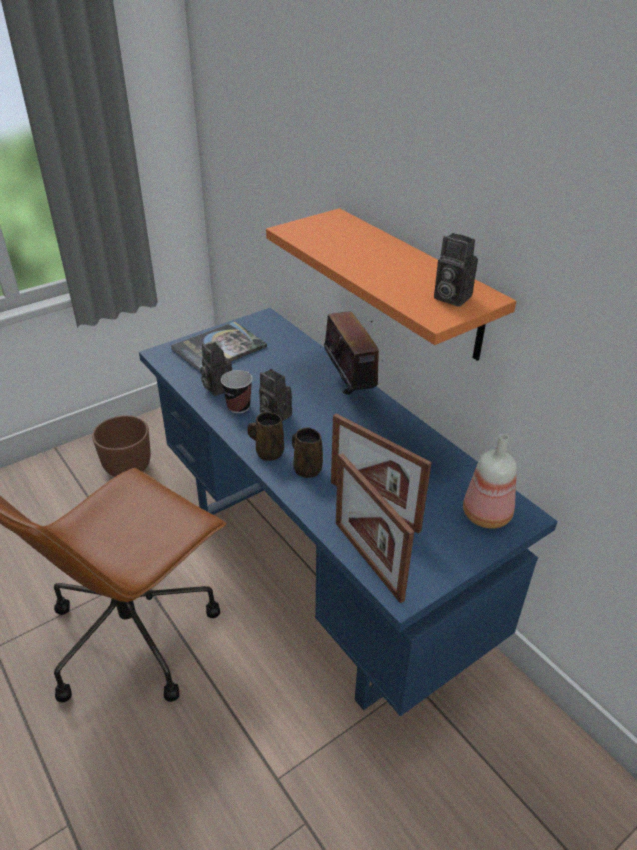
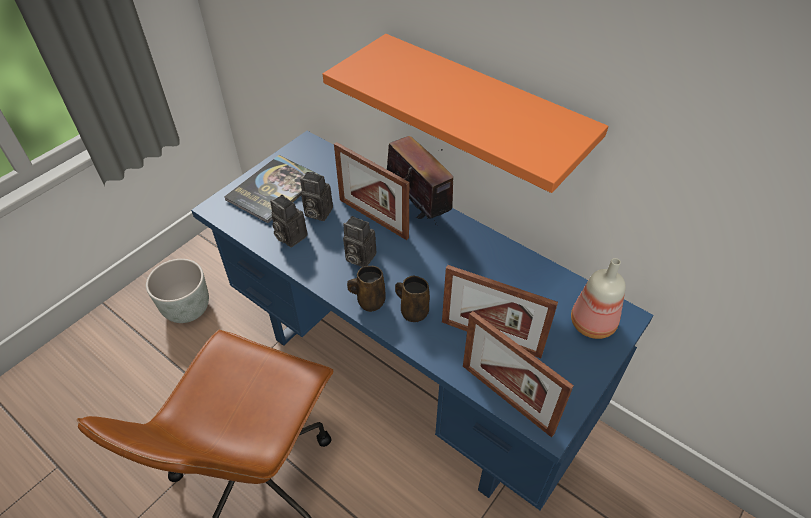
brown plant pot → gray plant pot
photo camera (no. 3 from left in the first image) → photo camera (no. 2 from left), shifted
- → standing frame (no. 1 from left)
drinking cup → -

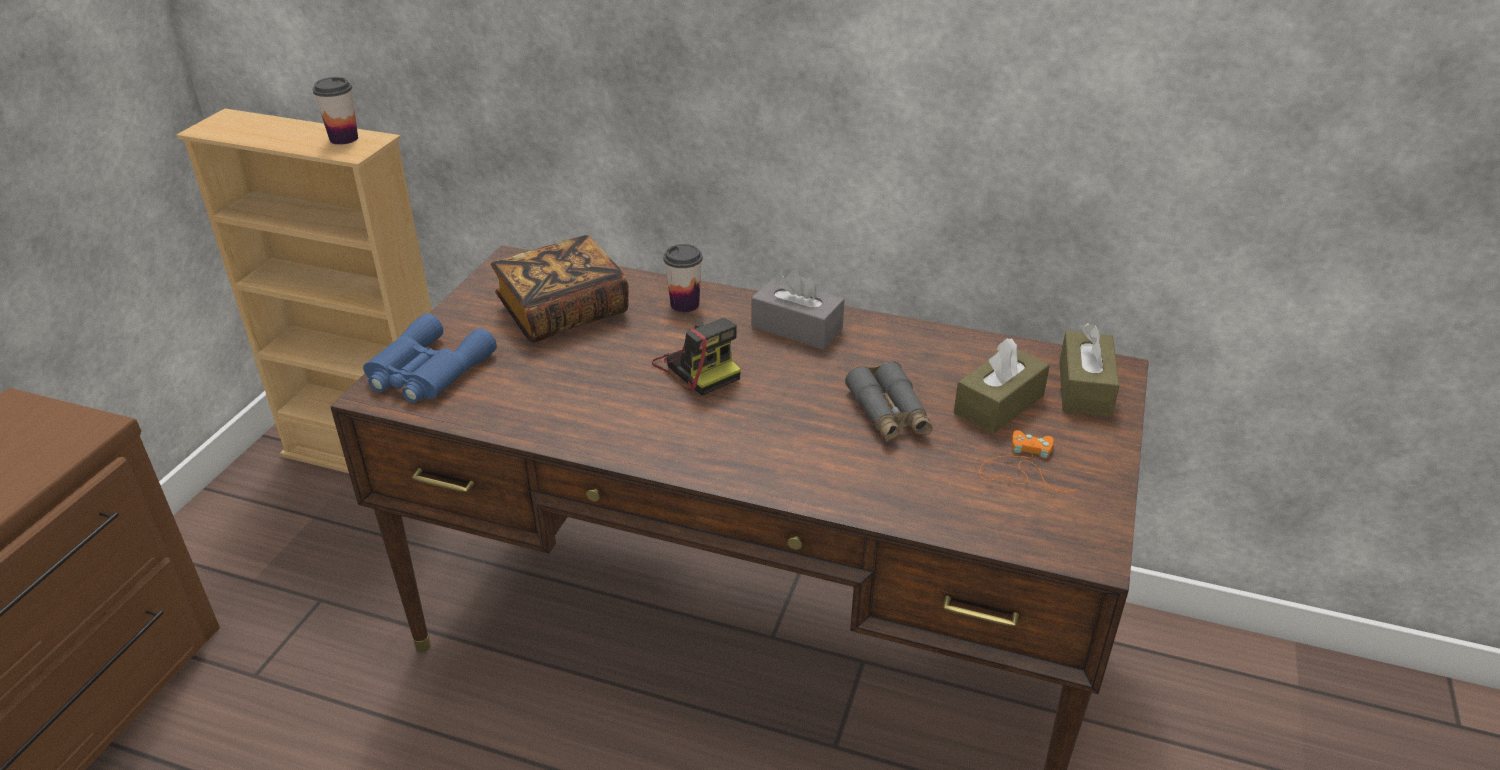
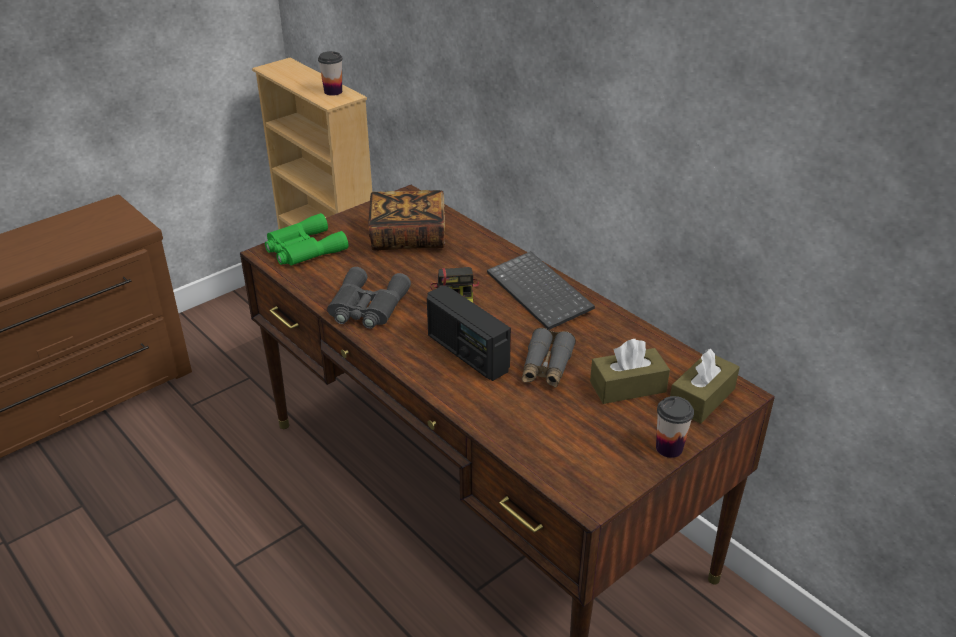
blue pair of binoculars → greenish pair of binoculars
- → gray pair of binoculars (no. 1 from left)
- → radio set
gray tissue box → keyboard
drinking cup (no. 2 from left), shifted
orangey game controller → -

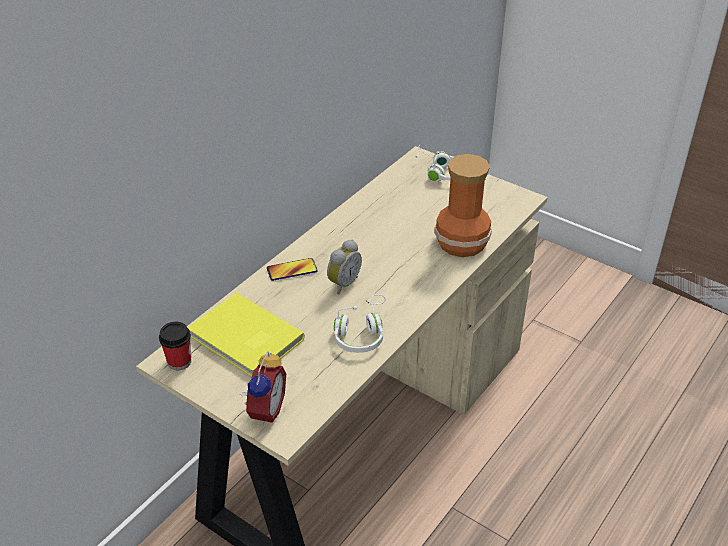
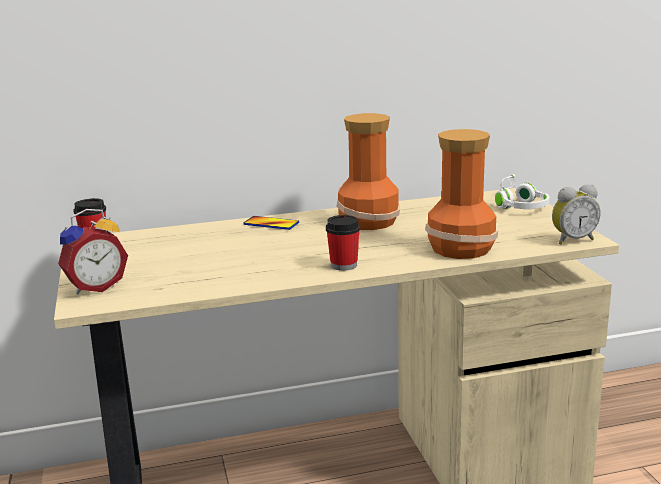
- → drinking cup (no. 2 from left)
- → decorative vase (no. 1 from left)
table clock (no. 2 from left), shifted
yellow-coloured volume → -
whitish headset (no. 1 from left) → -

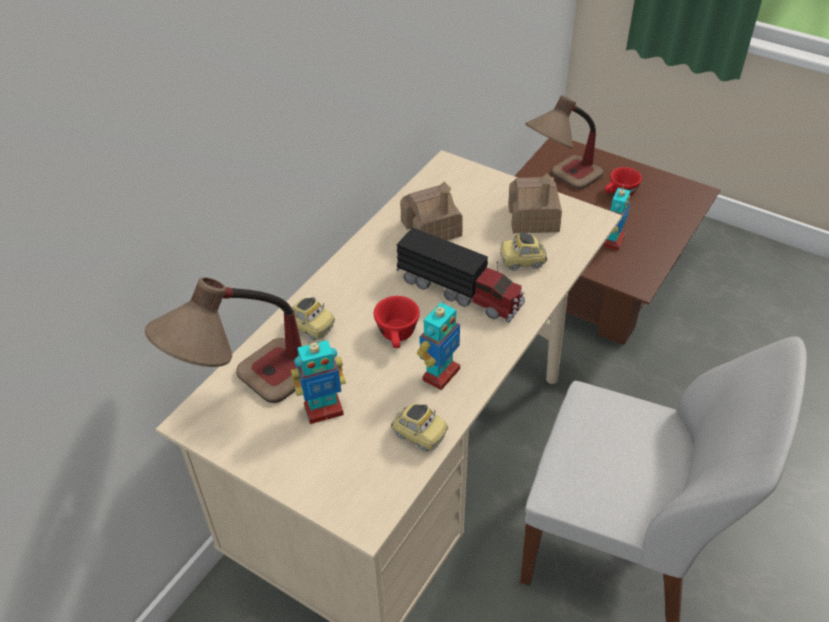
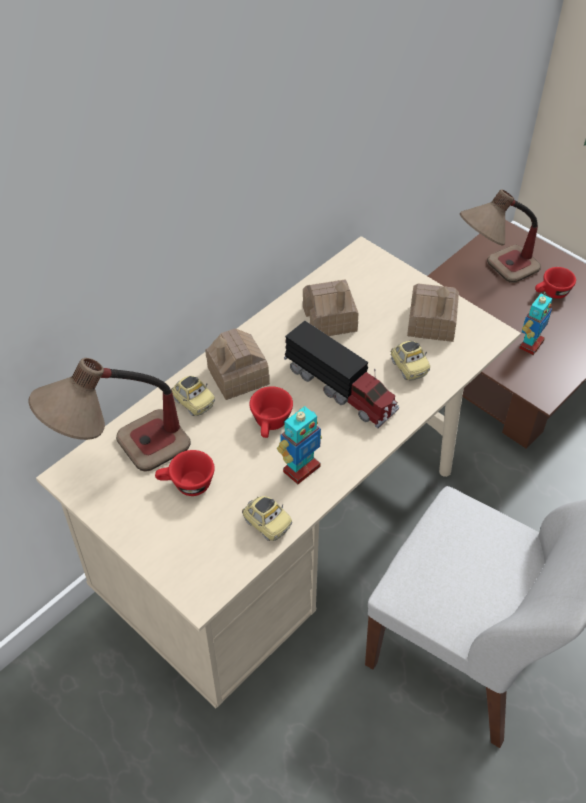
model robot (no. 1 from left) → red drinking cup (no. 1 from left)
- → miniature house (no. 1 from left)
toy car (no. 3 from left), 120 degrees counterclockwise

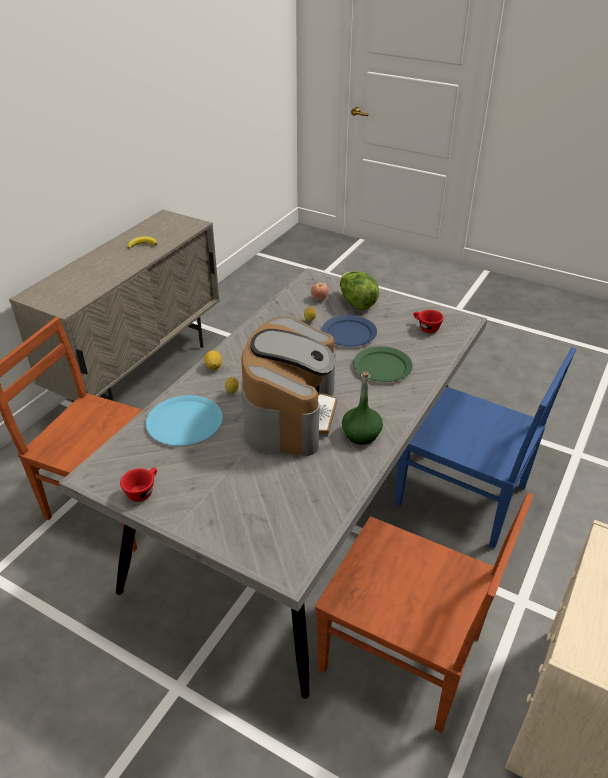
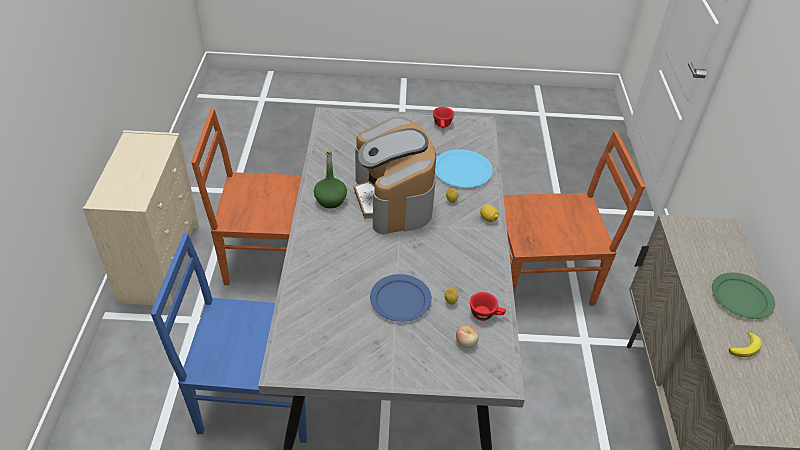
red drinking cup (no. 2 from left), shifted
greenish plate, shifted
lettuce → -

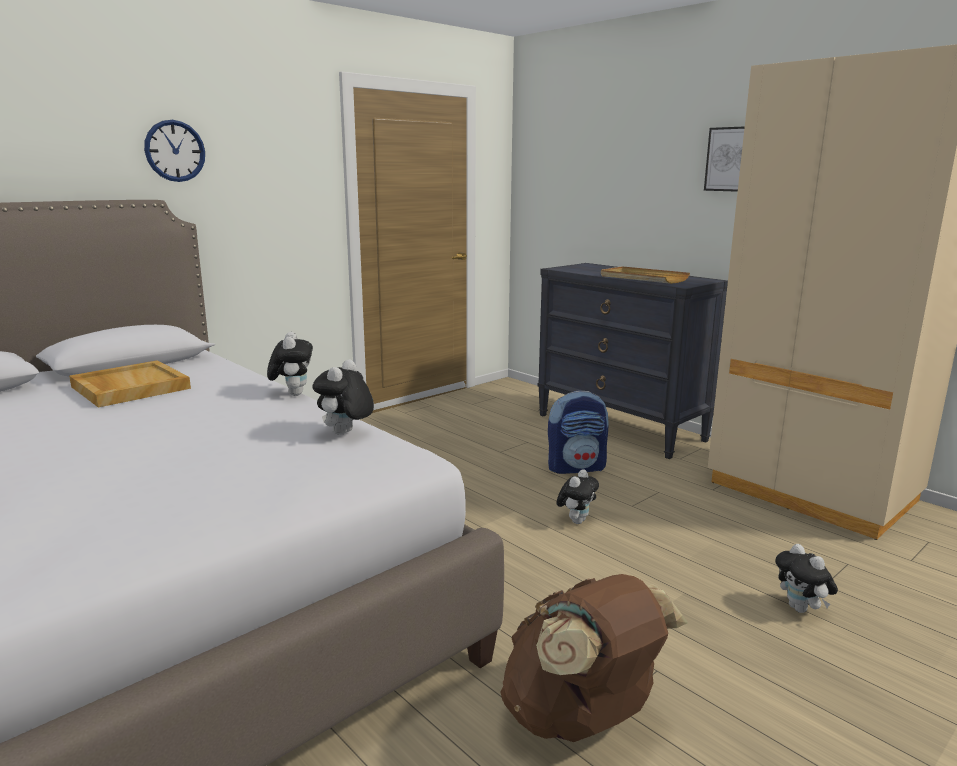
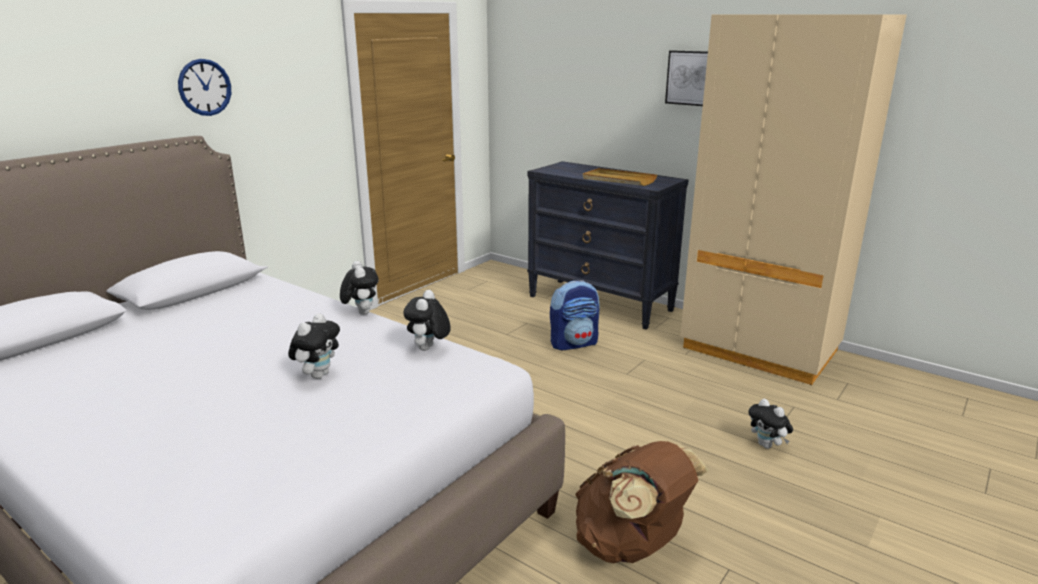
cuddly toy (no. 3 from left in the first image) → cuddly toy (no. 1 from left), shifted
sand-coloured serving tray (no. 1 from left) → -

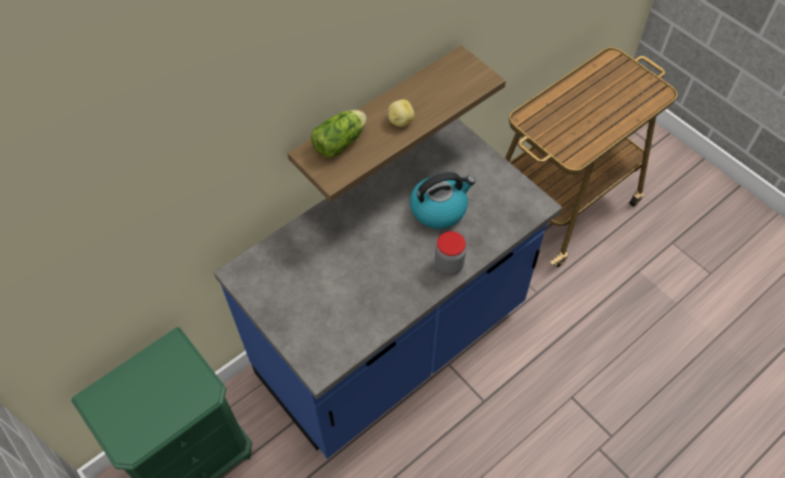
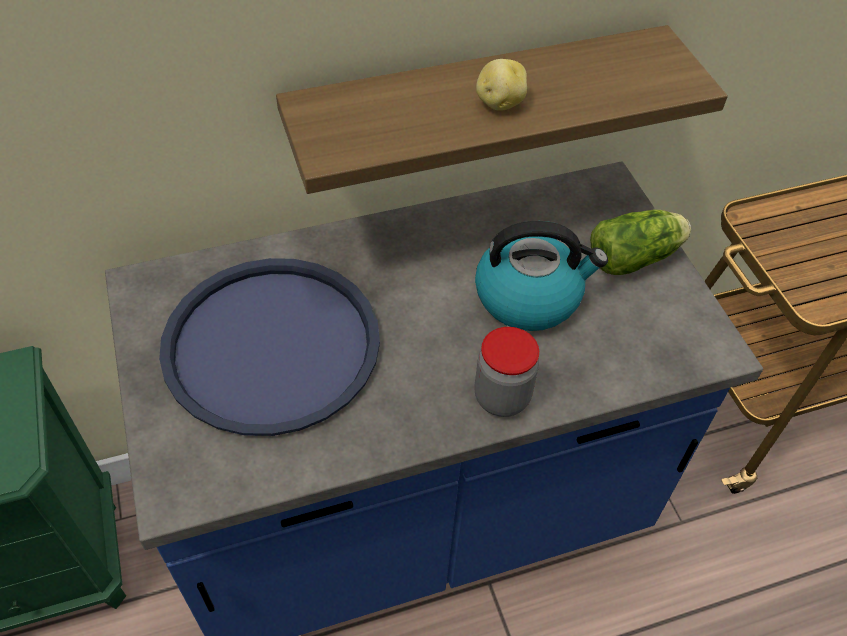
- → blue serving tray
lettuce, shifted

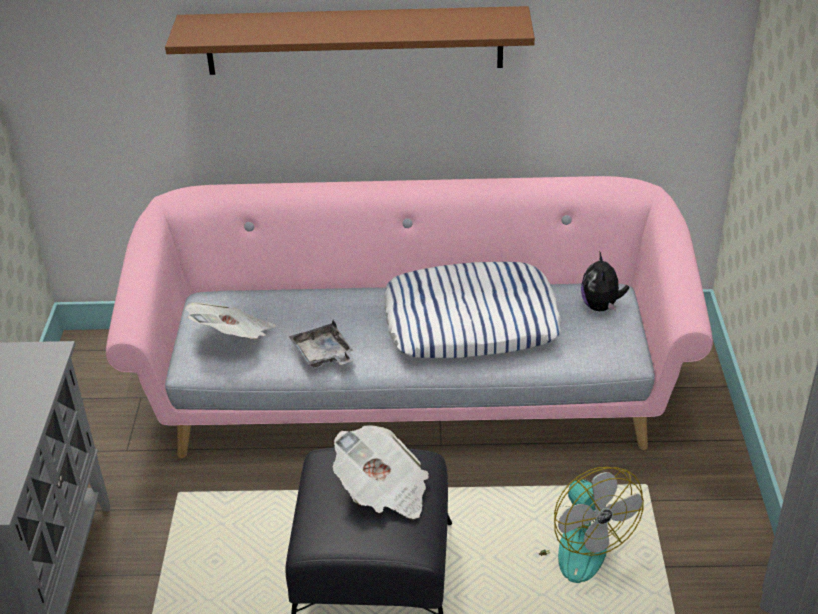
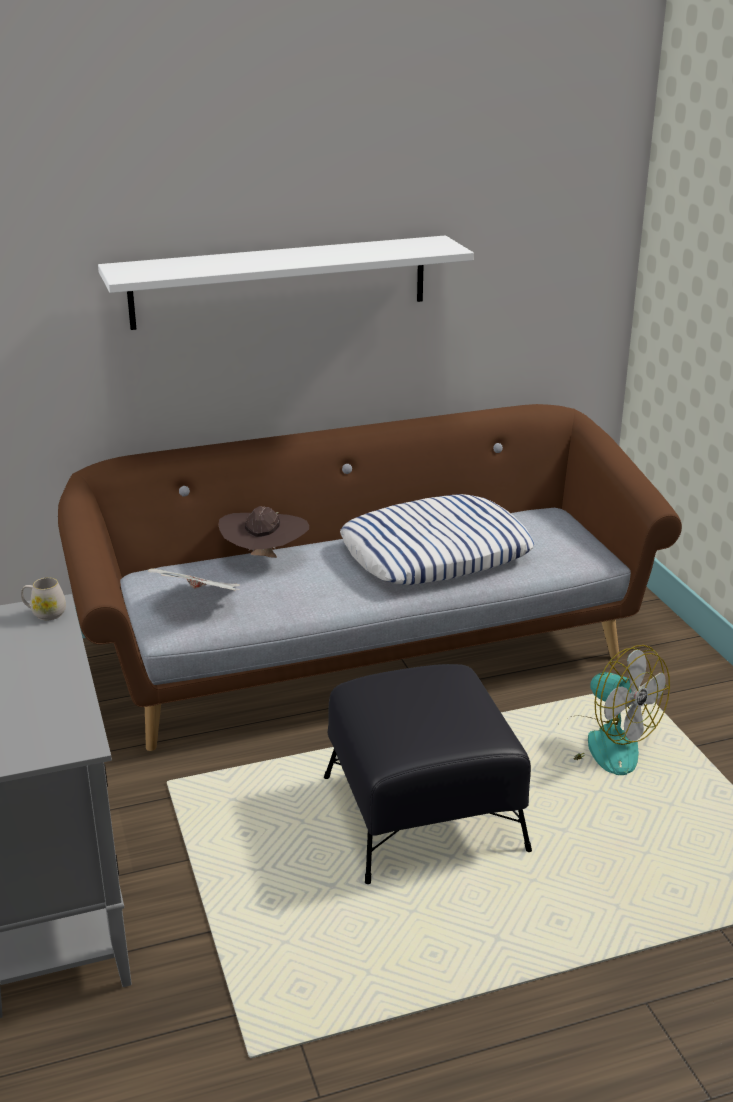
- → whitish coffee mug
pink sofa → brown sofa
brown shelf → whitish shelf
- → brown clothing hat
gray serving tray → -
newspaper (no. 2 from left) → -
cuddly toy → -

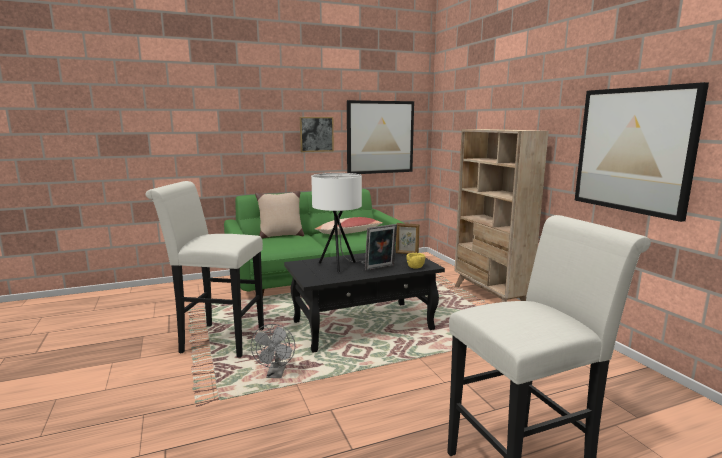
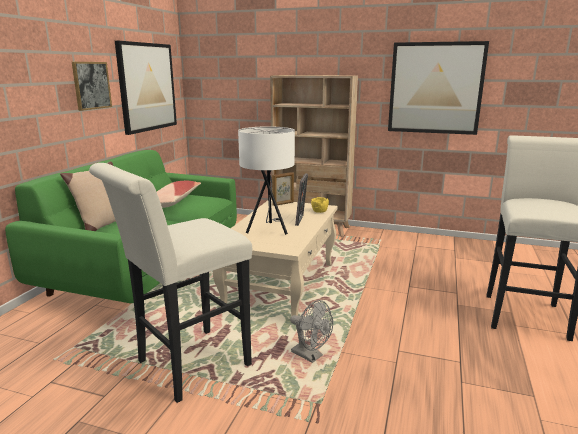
black-coloured lounge table → sand-coloured lounge table

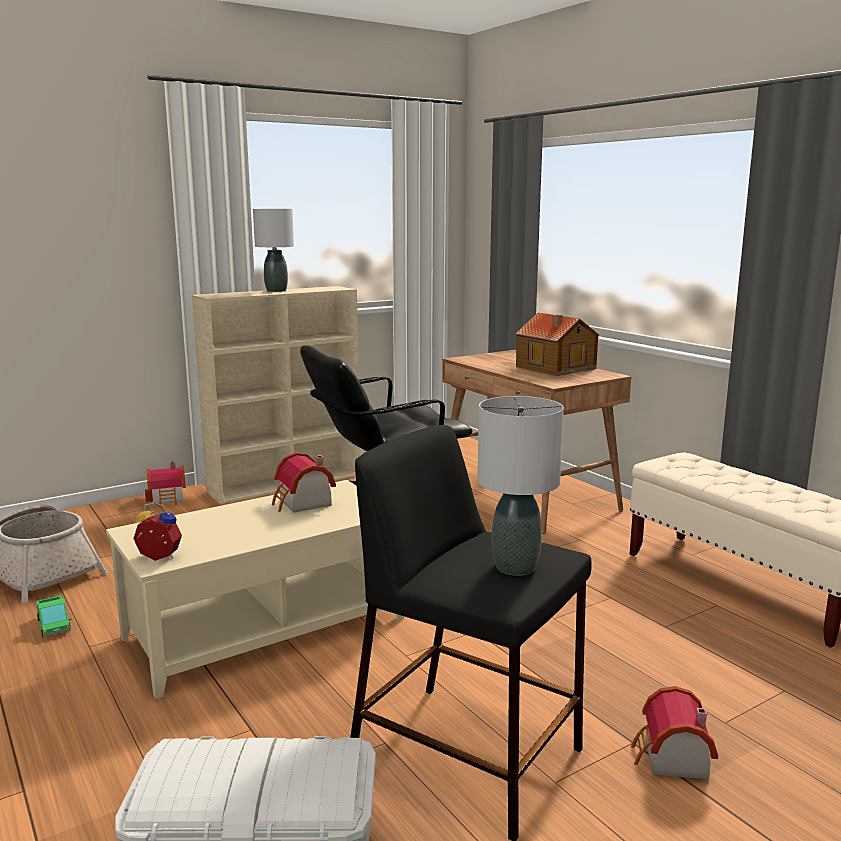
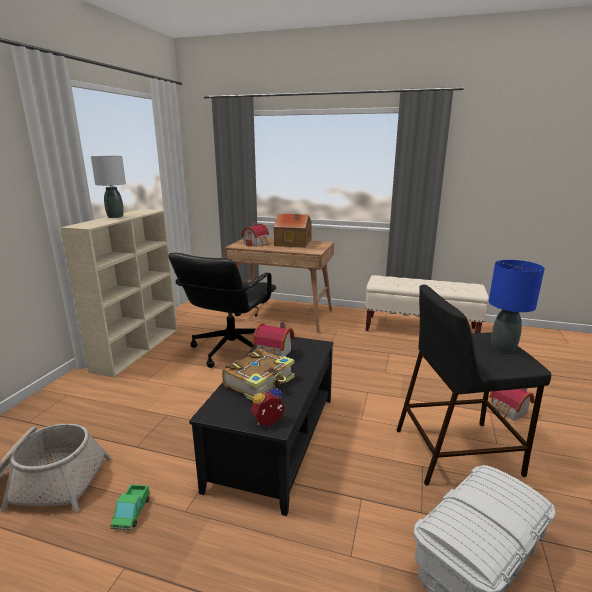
toy truck, 75 degrees clockwise
sand-coloured lounge table → black-coloured lounge table
- → volume
miniature house (no. 1 from left), shifted
gray tabletop lamp (no. 2 from left) → blue tabletop lamp

